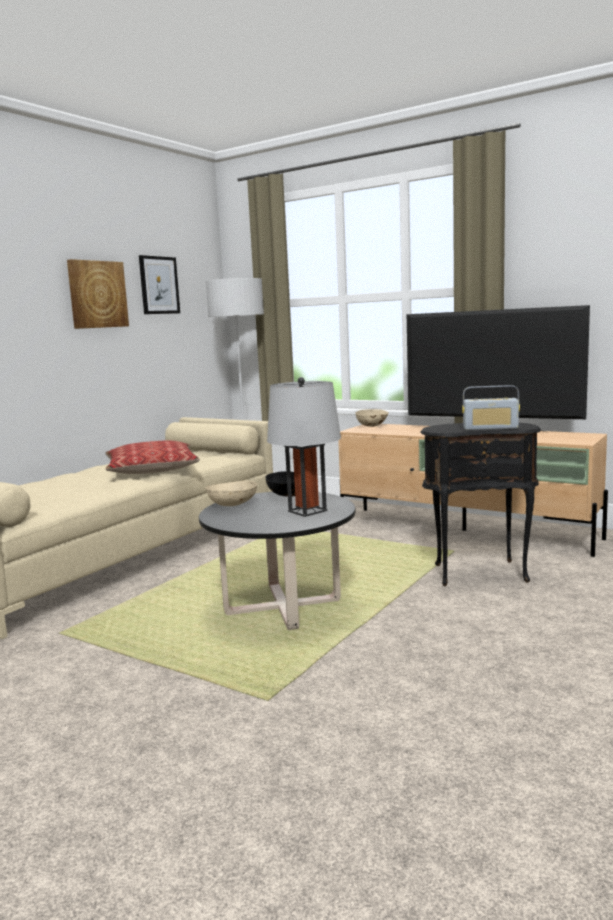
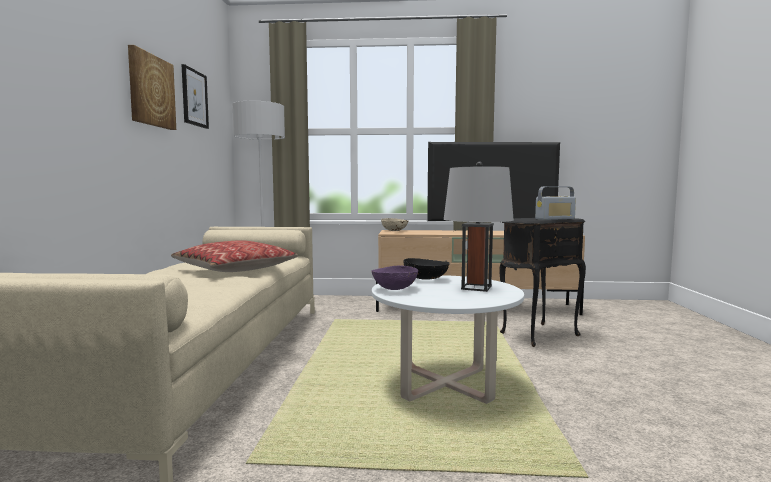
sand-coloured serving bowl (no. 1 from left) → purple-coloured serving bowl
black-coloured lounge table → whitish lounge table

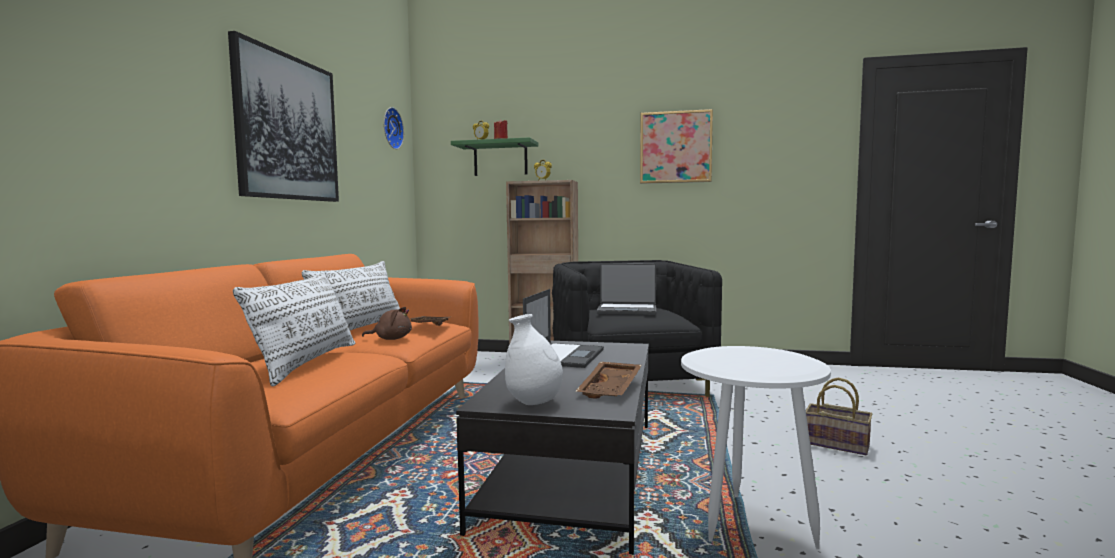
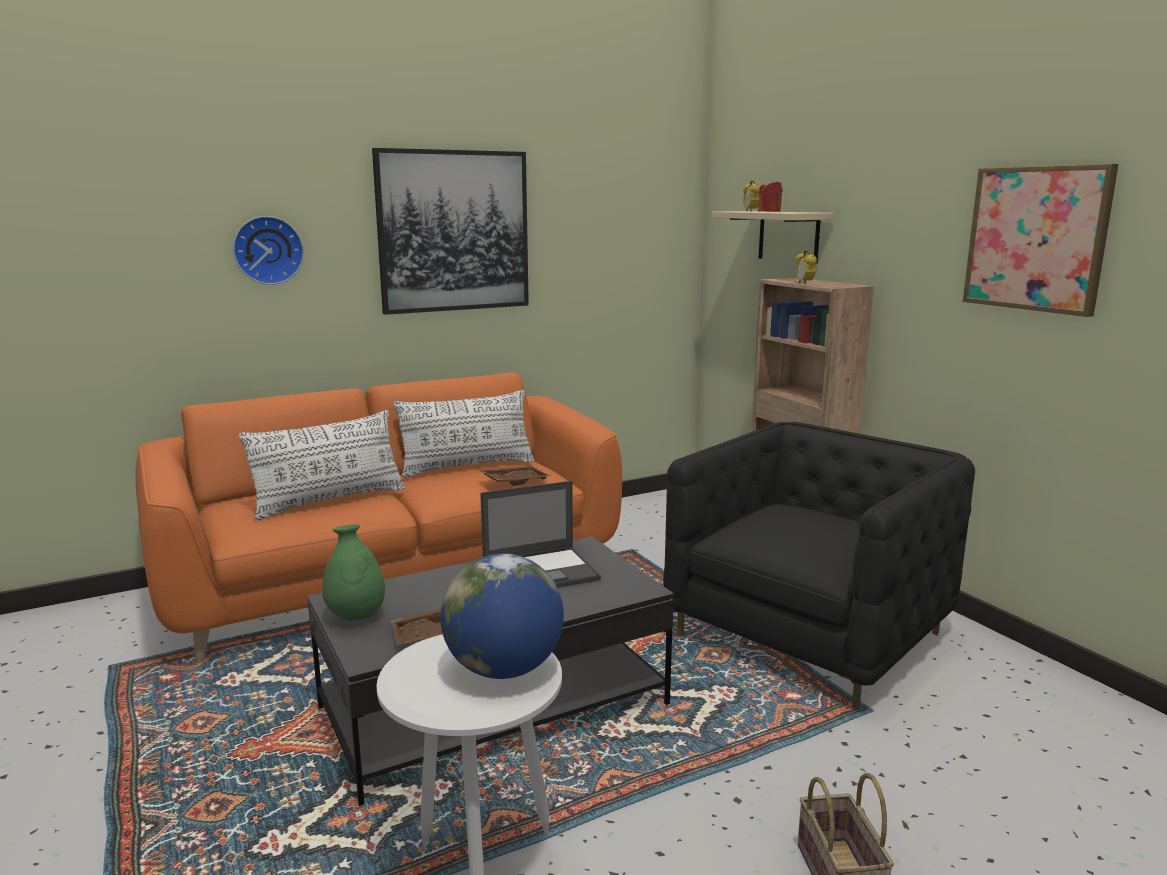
wall clock, shifted
whitish decorative vase → greenish decorative vase
- → world globe
greenish shelf → sand-coloured shelf
brown cuddly toy → -
portable computer (no. 2 from left) → -

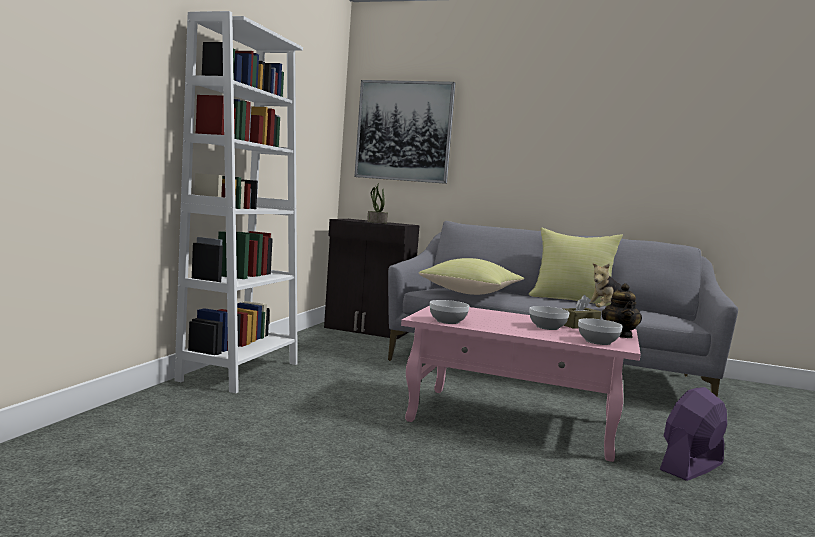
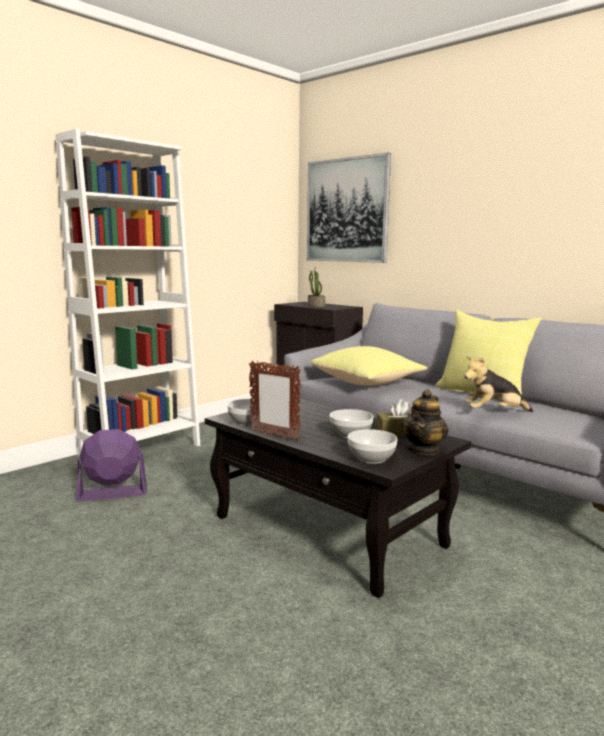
purple-coloured fan, shifted
pink lounge table → black-coloured lounge table
- → standing frame

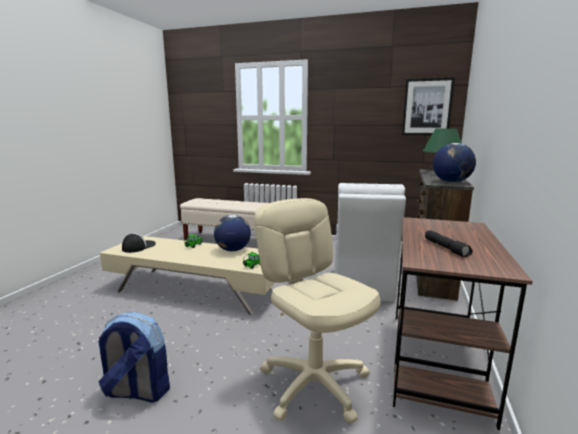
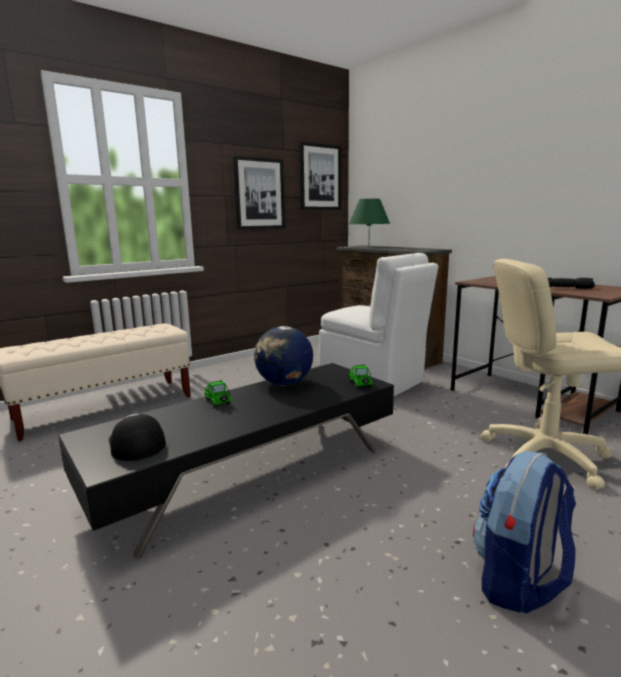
sand-coloured lounge table → black-coloured lounge table
- → picture (no. 1 from left)
world globe (no. 2 from left) → -

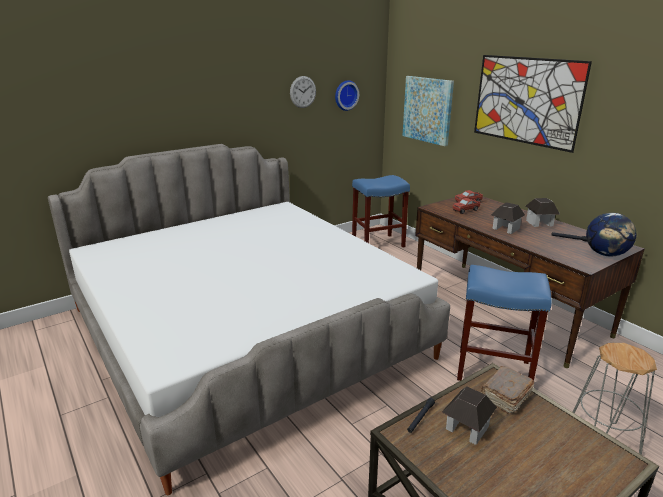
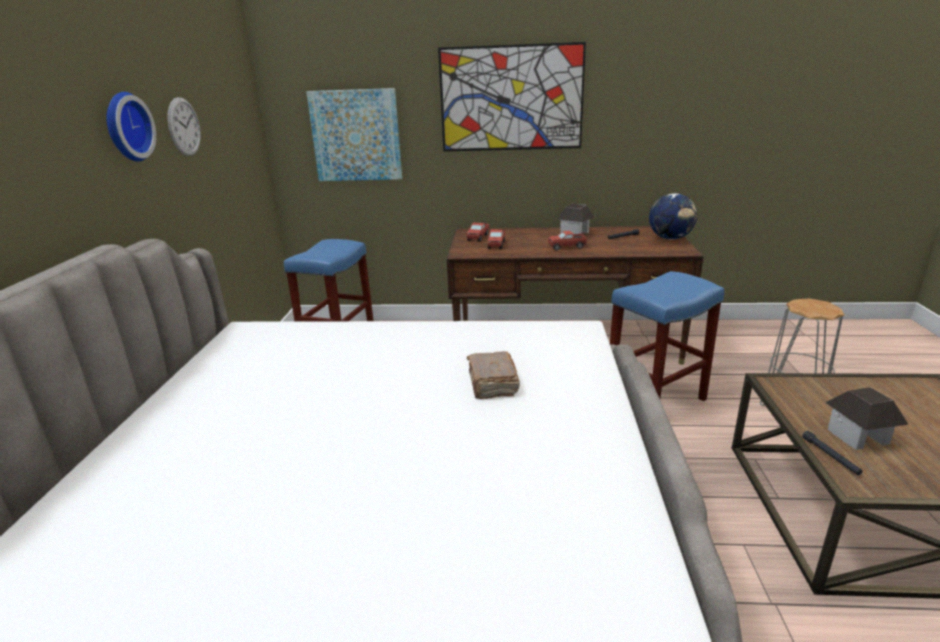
wall clock (no. 2 from left in the first image) → wall clock (no. 1 from left), shifted
brown volume, shifted
miniature house (no. 2 from left) → toy truck (no. 3 from left)

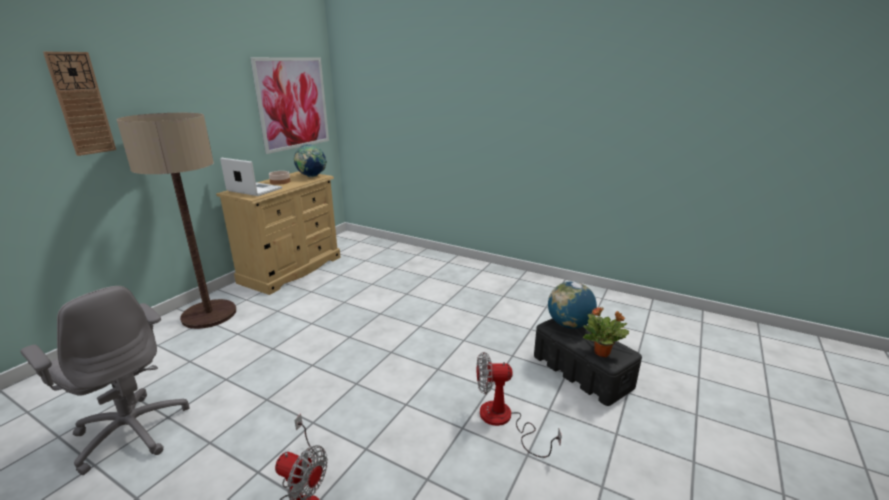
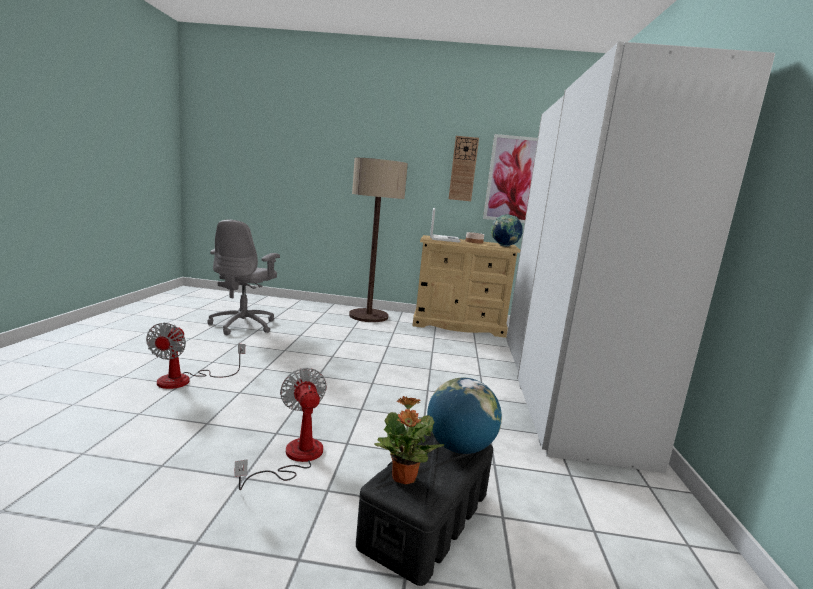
wall clock, shifted
- → whitish clothes cupboard

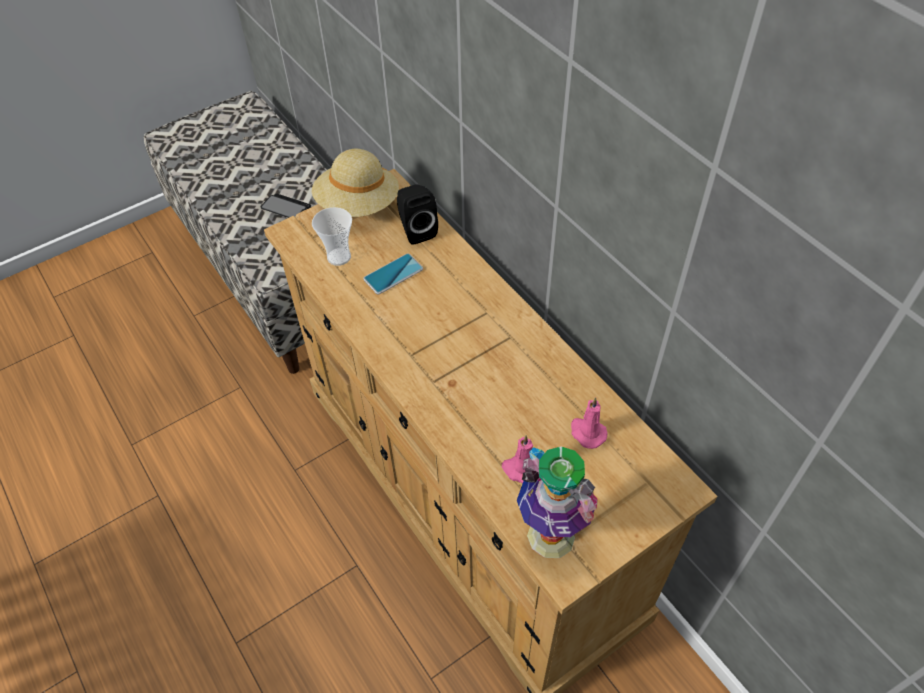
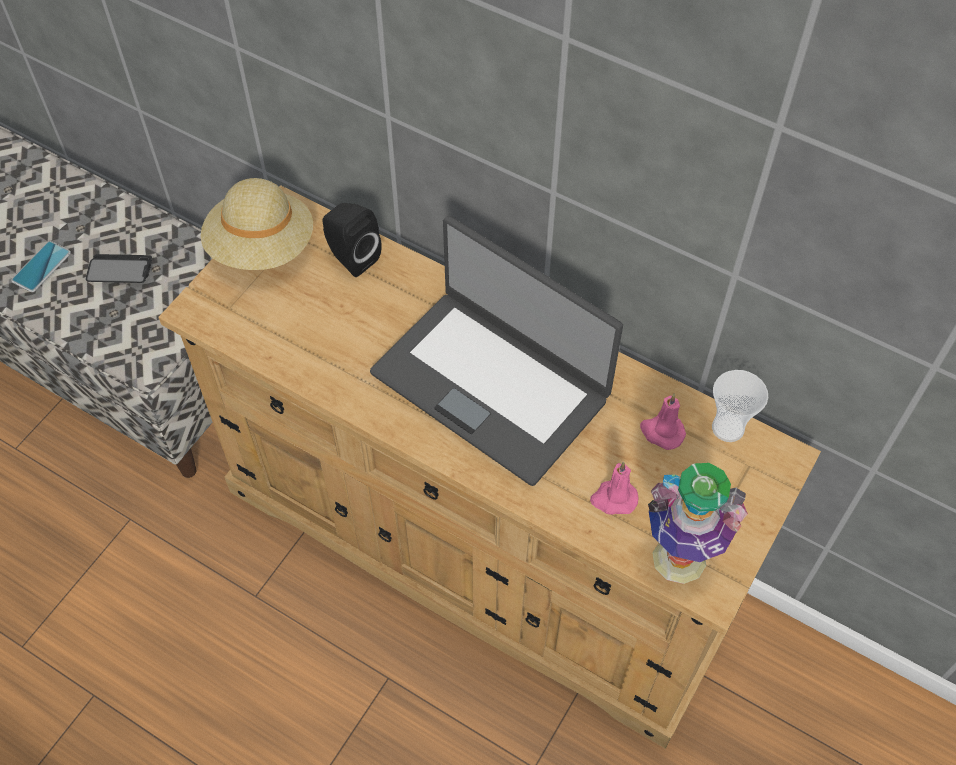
telephone (no. 2 from left in the first image) → telephone (no. 1 from left), shifted
- → portable computer
drinking cup, shifted

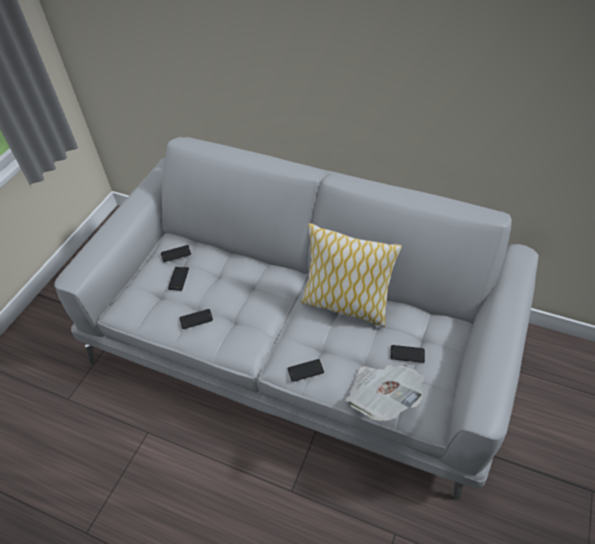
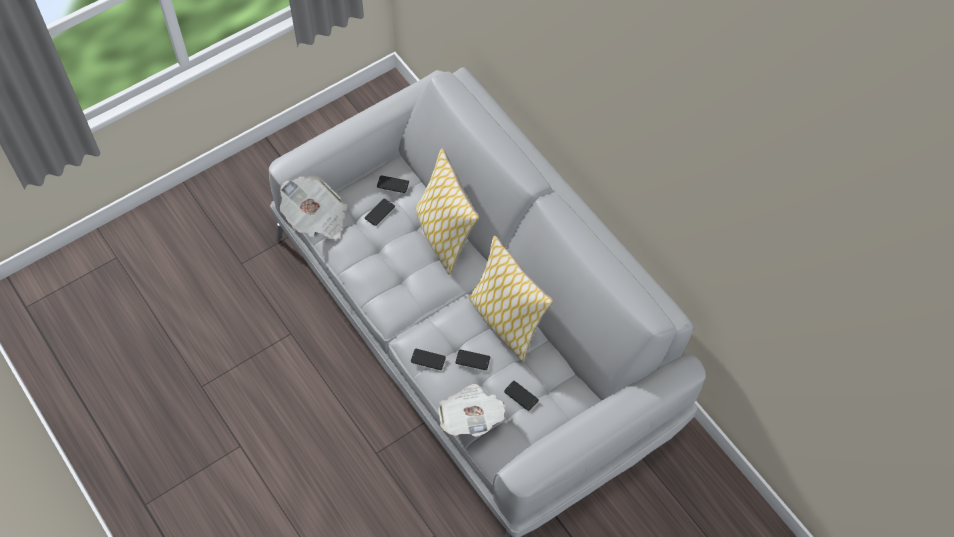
- → newspaper (no. 1 from left)
- → cushion (no. 1 from left)
telephone (no. 3 from left in the first image) → telephone (no. 4 from left), shifted

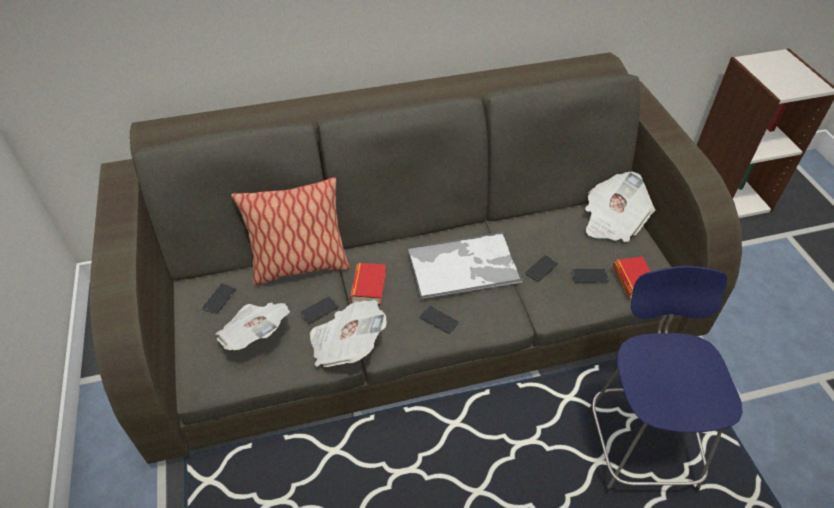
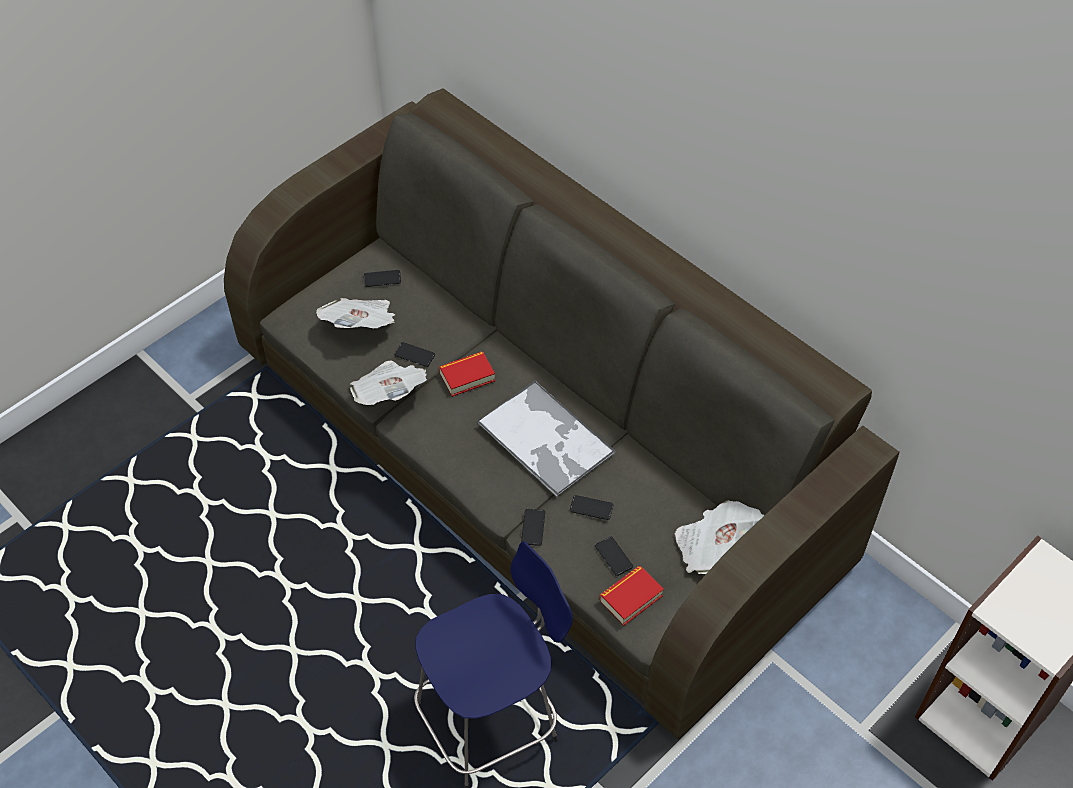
telephone (no. 3 from left), shifted
cushion → -

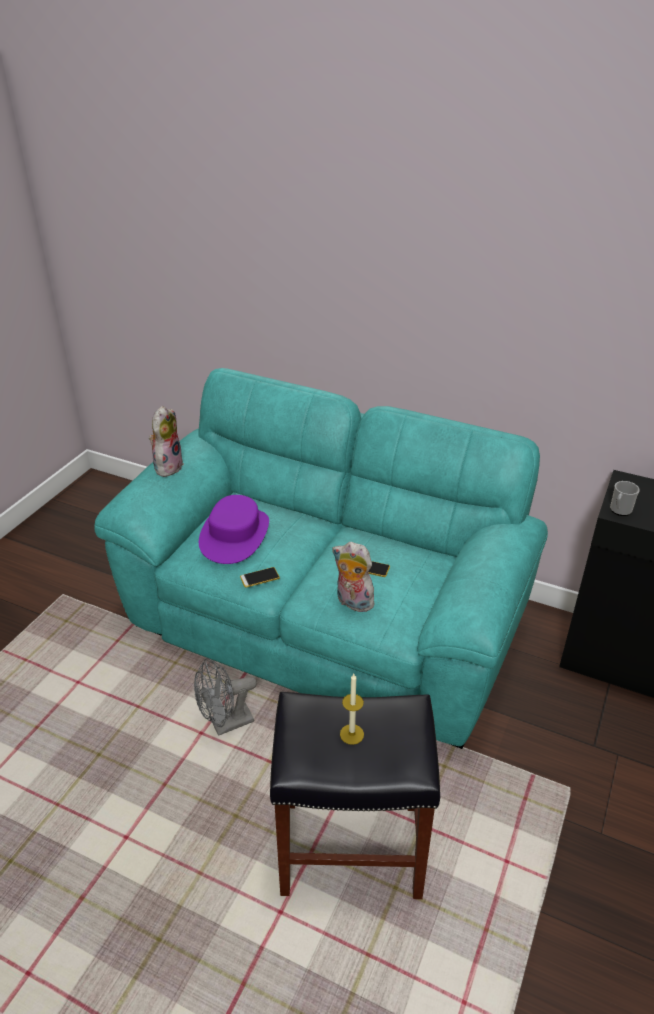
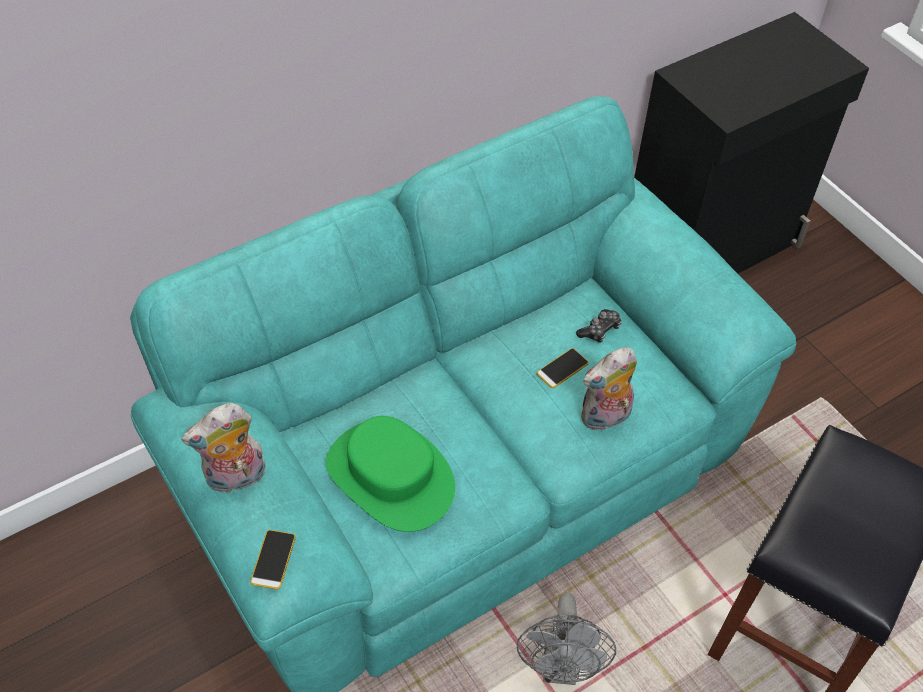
cuddly toy (no. 1 from left), 75 degrees counterclockwise
telephone (no. 1 from left), shifted
purple-coloured clothing hat → greenish clothing hat
- → game controller
wax light → -
coffee mug → -

